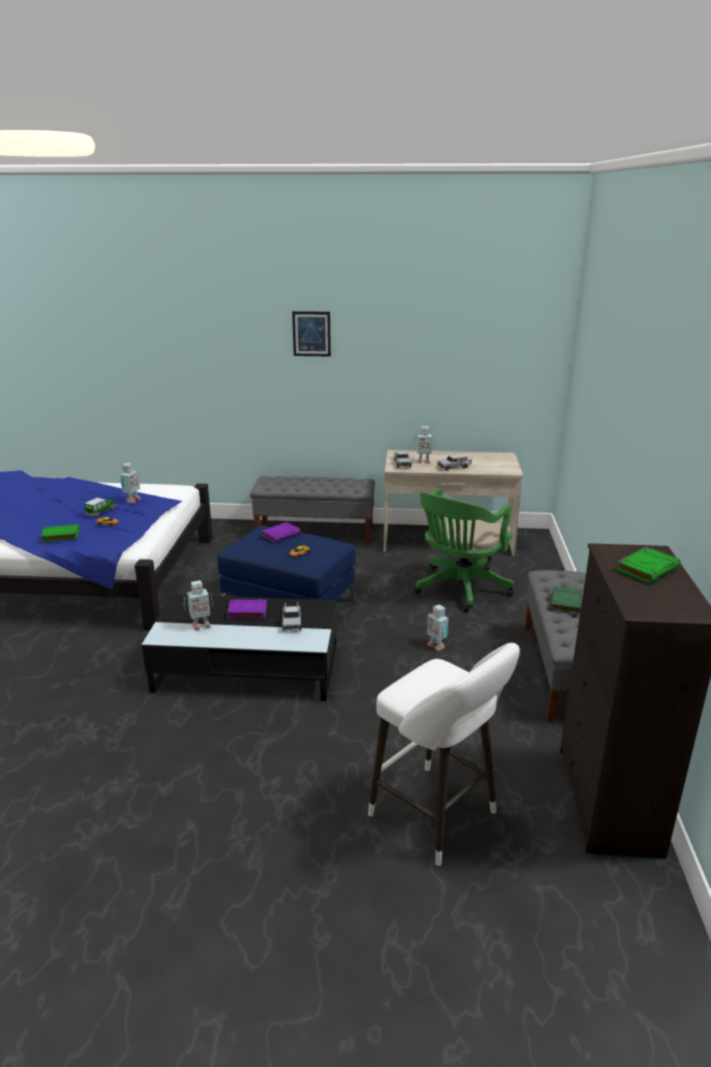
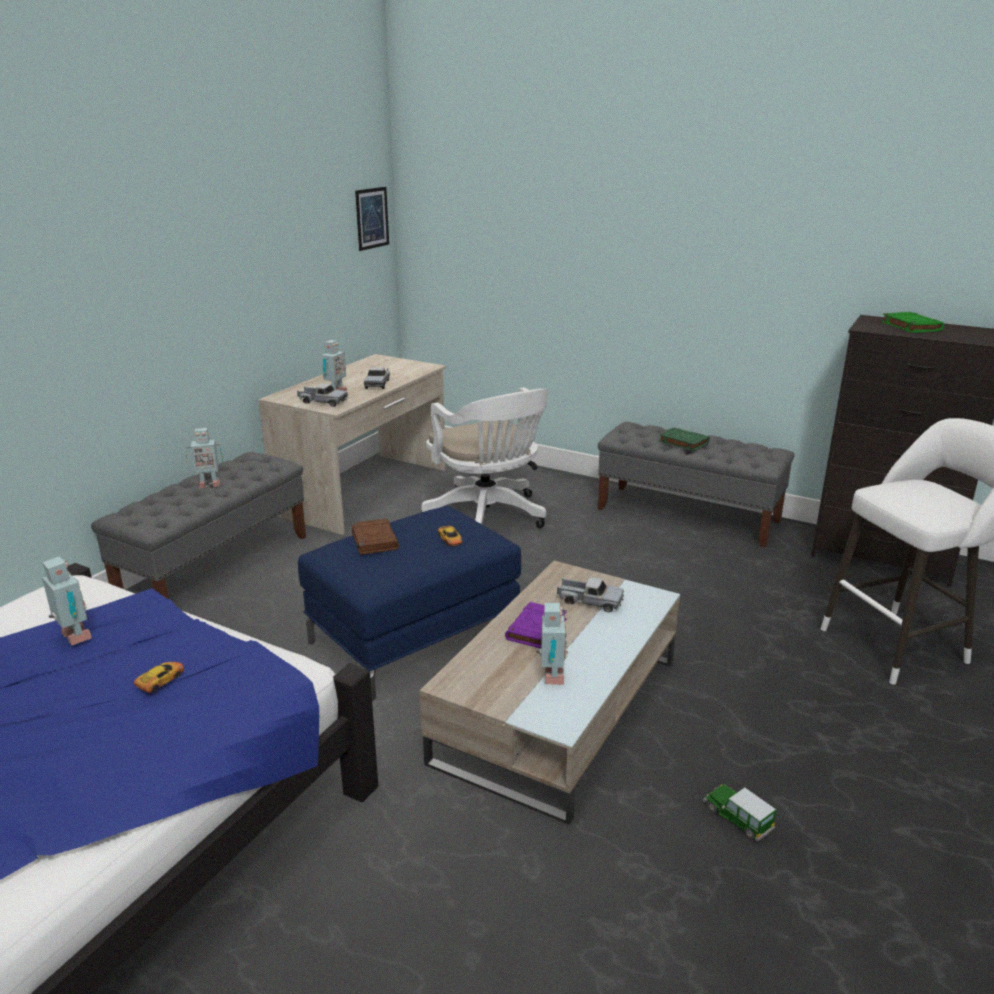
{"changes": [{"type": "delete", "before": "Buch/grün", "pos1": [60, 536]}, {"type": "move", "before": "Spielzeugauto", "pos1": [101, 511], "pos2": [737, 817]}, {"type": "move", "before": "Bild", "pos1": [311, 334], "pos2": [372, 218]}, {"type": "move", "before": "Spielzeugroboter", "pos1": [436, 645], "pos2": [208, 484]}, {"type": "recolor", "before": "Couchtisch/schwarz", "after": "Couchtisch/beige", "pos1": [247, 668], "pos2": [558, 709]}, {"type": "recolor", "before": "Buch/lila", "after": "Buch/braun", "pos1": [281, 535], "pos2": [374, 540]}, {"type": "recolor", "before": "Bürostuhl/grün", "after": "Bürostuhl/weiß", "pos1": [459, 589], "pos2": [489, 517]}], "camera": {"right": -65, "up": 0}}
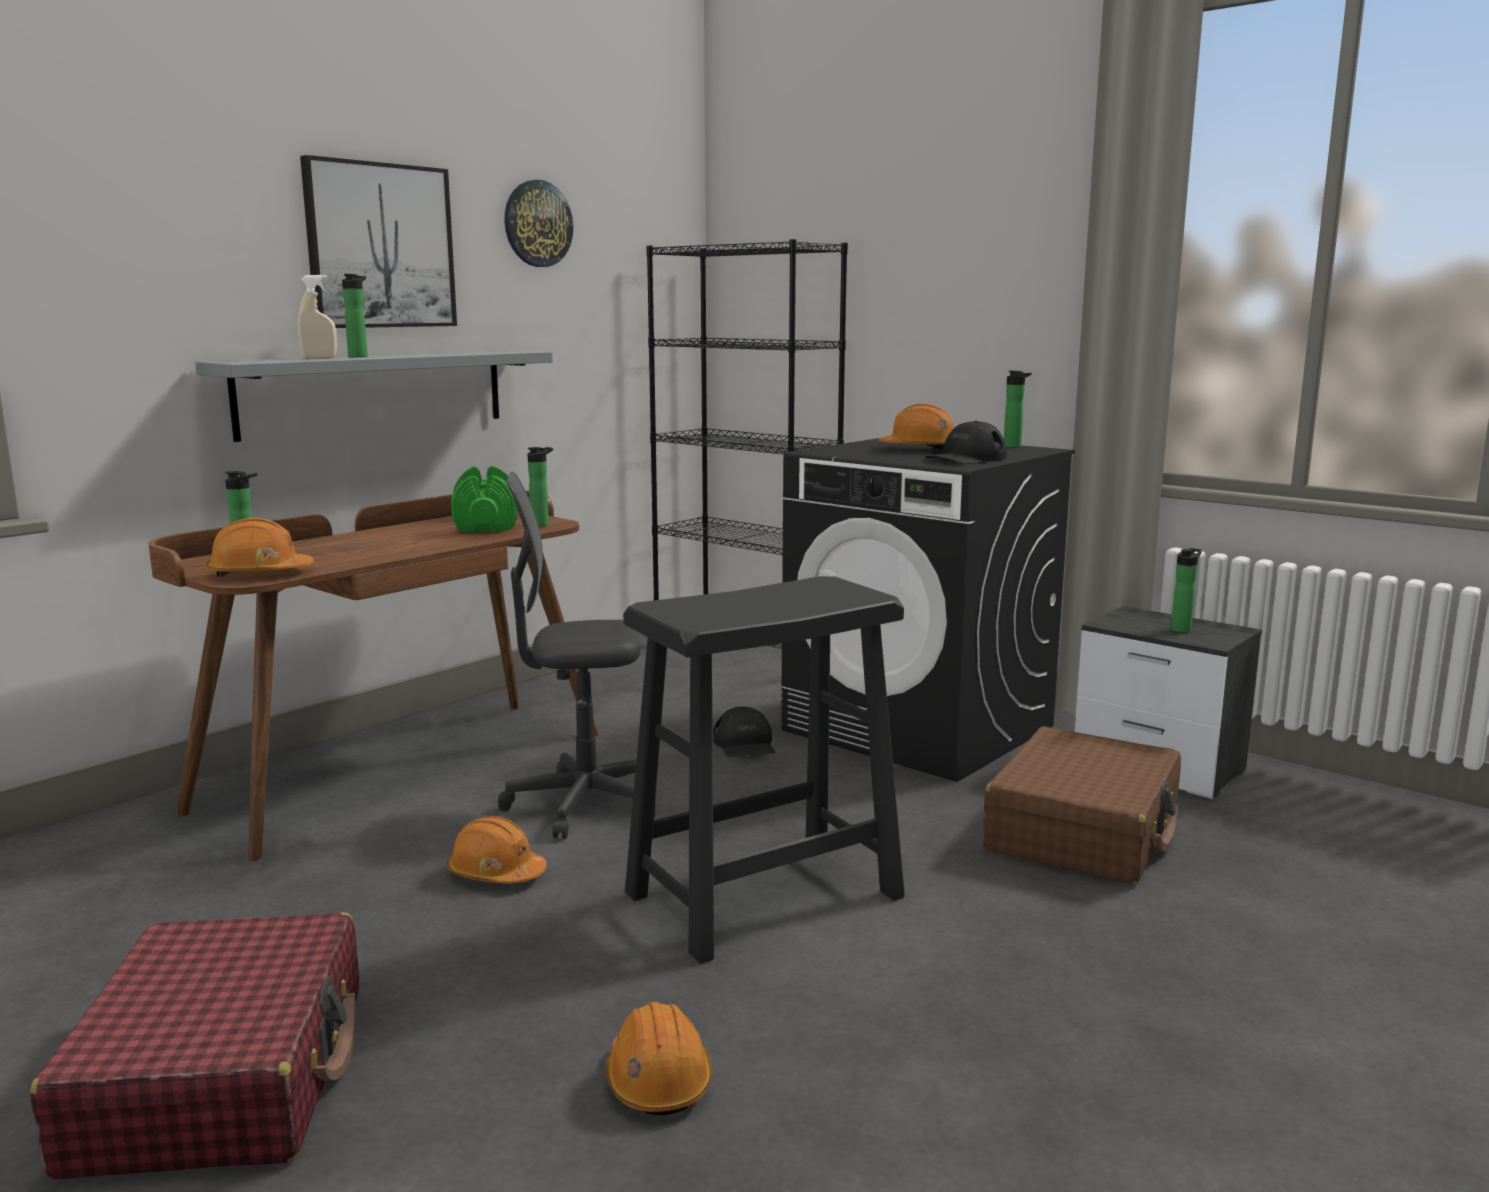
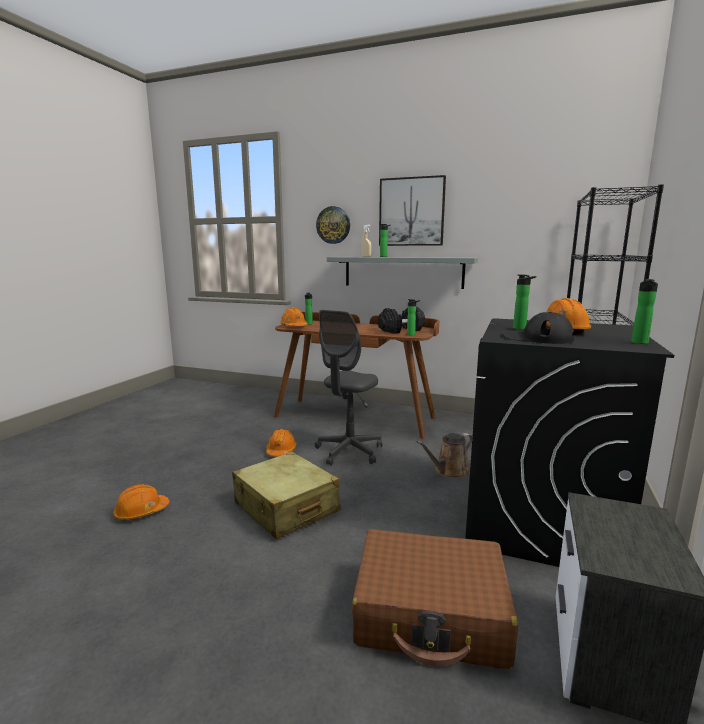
{"changes": [{"type": "delete", "before": "Koffer/rot", "pos1": [224, 1076]}, {"type": "move", "before": "Wanduhr", "pos1": [537, 224], "pos2": [333, 225]}, {"type": "move", "before": "Flasche", "pos1": [1182, 629], "pos2": [521, 328]}, {"type": "replace", "before": "Hocker/schwarz", "after": "Koffer/beige", "pos1": [766, 895], "pos2": [286, 507]}, {"type": "replace", "before": "Kappe/schwarz", "after": "Gießkanne/braun", "pos1": [745, 744], "pos2": [449, 471]}, {"type": "recolor", "before": "Hantel/grün", "after": "Hantel/schwarz", "pos1": [486, 524], "pos2": [401, 330]}, {"type": "rotate", "before": "Bürostuhl/grau", "pos1": [583, 804], "pos2": [349, 451], "turn": -120}], "camera": {"right": 70, "up": 0}}
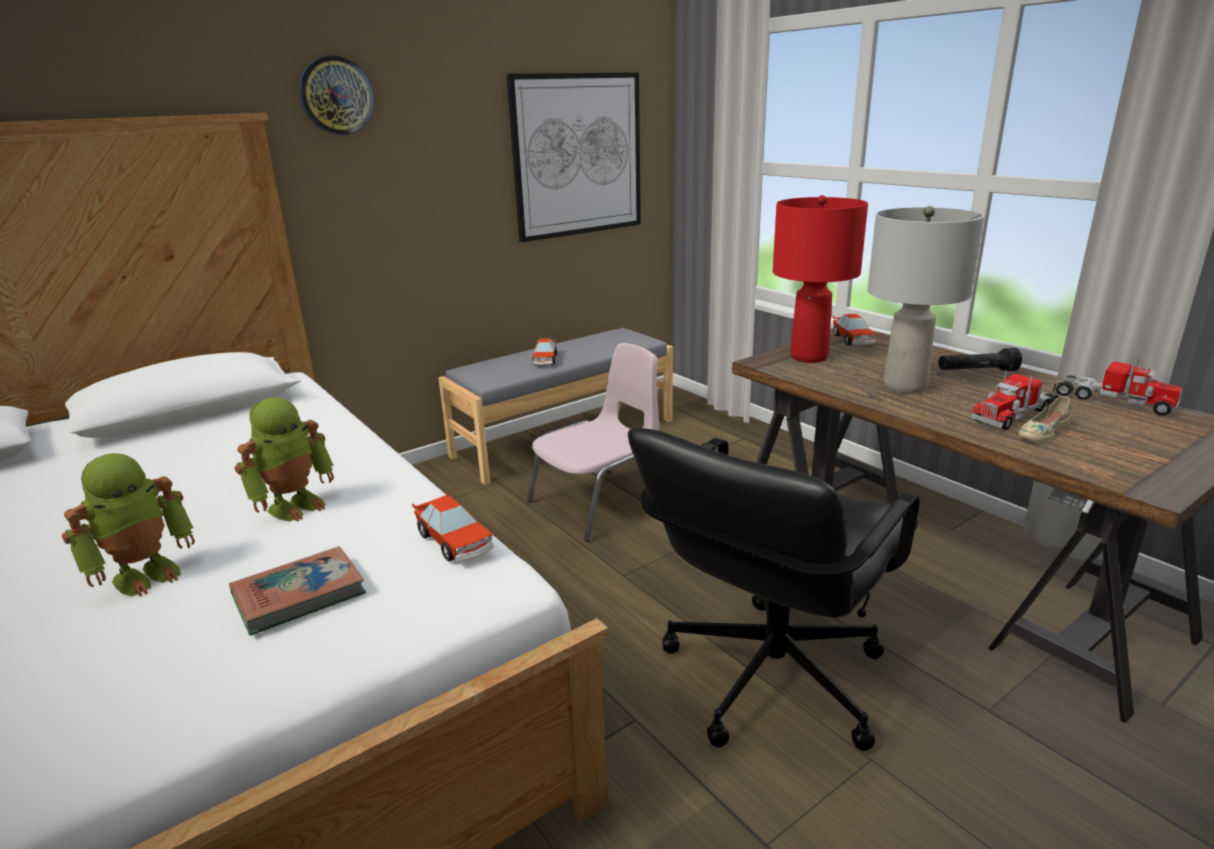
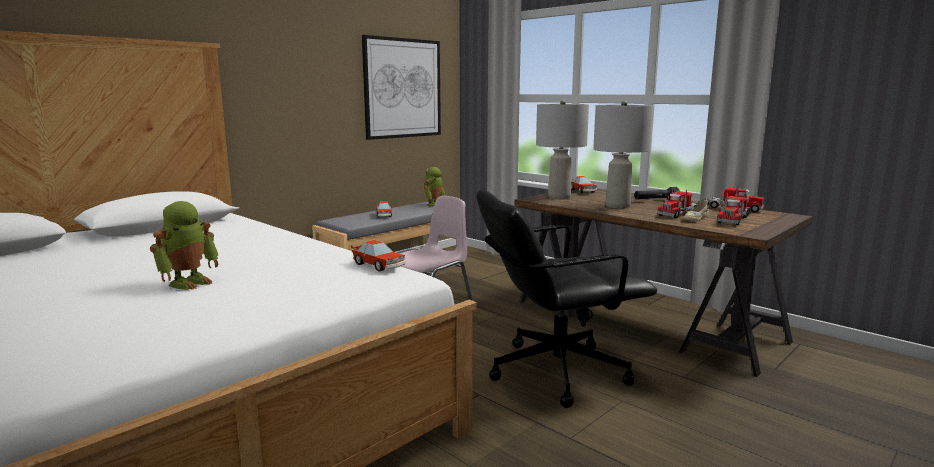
{"changes": [{"type": "delete", "before": "Buch", "pos1": [299, 595]}, {"type": "delete", "before": "Wanduhr", "pos1": [336, 96]}, {"type": "insert", "after": "Spielzeuglaster", "pos2": [733, 219]}, {"type": "move", "before": "Spielzeugroboter", "pos1": [295, 505], "pos2": [434, 205]}, {"type": "recolor", "before": "Tischlampe/rot", "after": "Tischlampe/grau", "pos1": [809, 357], "pos2": [559, 197]}, {"type": "rotate", "before": "Bürostuhl/schwarz", "pos1": [769, 676], "pos2": [556, 371], "turn": 45}], "camera": {"right": -10, "up": -10}}
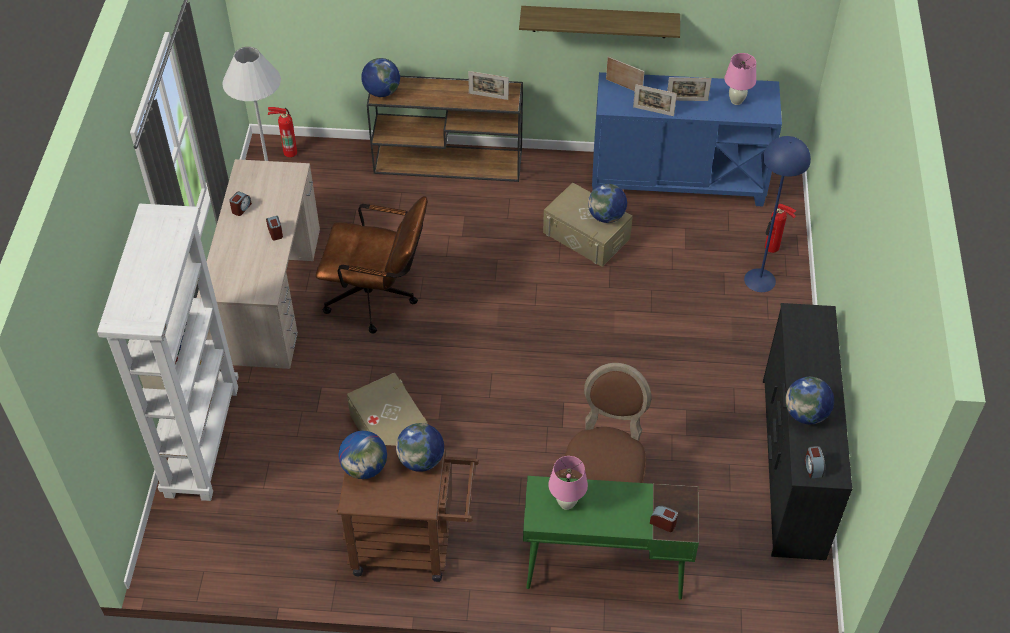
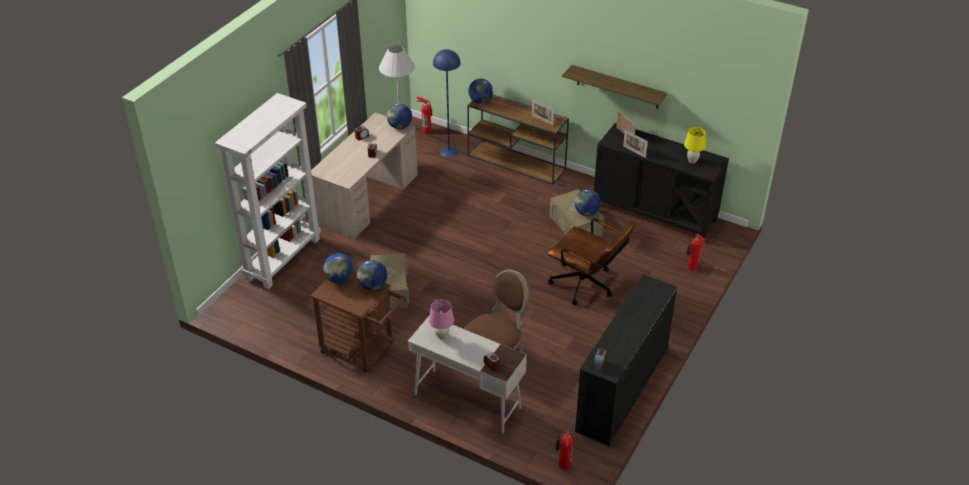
{"changes": [{"type": "delete", "before": "Bilderrahmen", "pos1": [687, 100]}, {"type": "insert", "after": "Feuerlöscher", "pos2": [563, 465]}, {"type": "move", "before": "Bürostuhl/braun", "pos1": [378, 298], "pos2": [587, 286]}, {"type": "move", "before": "Stehlampe/blau", "pos1": [760, 280], "pos2": [449, 151]}, {"type": "move", "before": "Globus", "pos1": [805, 414], "pos2": [400, 126]}, {"type": "recolor", "before": "Schreibtisch/grün", "after": "Schreibtisch/weiß", "pos1": [604, 568], "pos2": [467, 400]}, {"type": "recolor", "before": "Schrank/blau", "after": "Schrank/schwarz", "pos1": [677, 180], "pos2": [655, 212]}, {"type": "recolor", "before": "Tischlampe/rosa", "after": "Tischlampe/gelb", "pos1": [736, 101], "pos2": [692, 161]}], "camera": {"right": 25, "up": -10}}
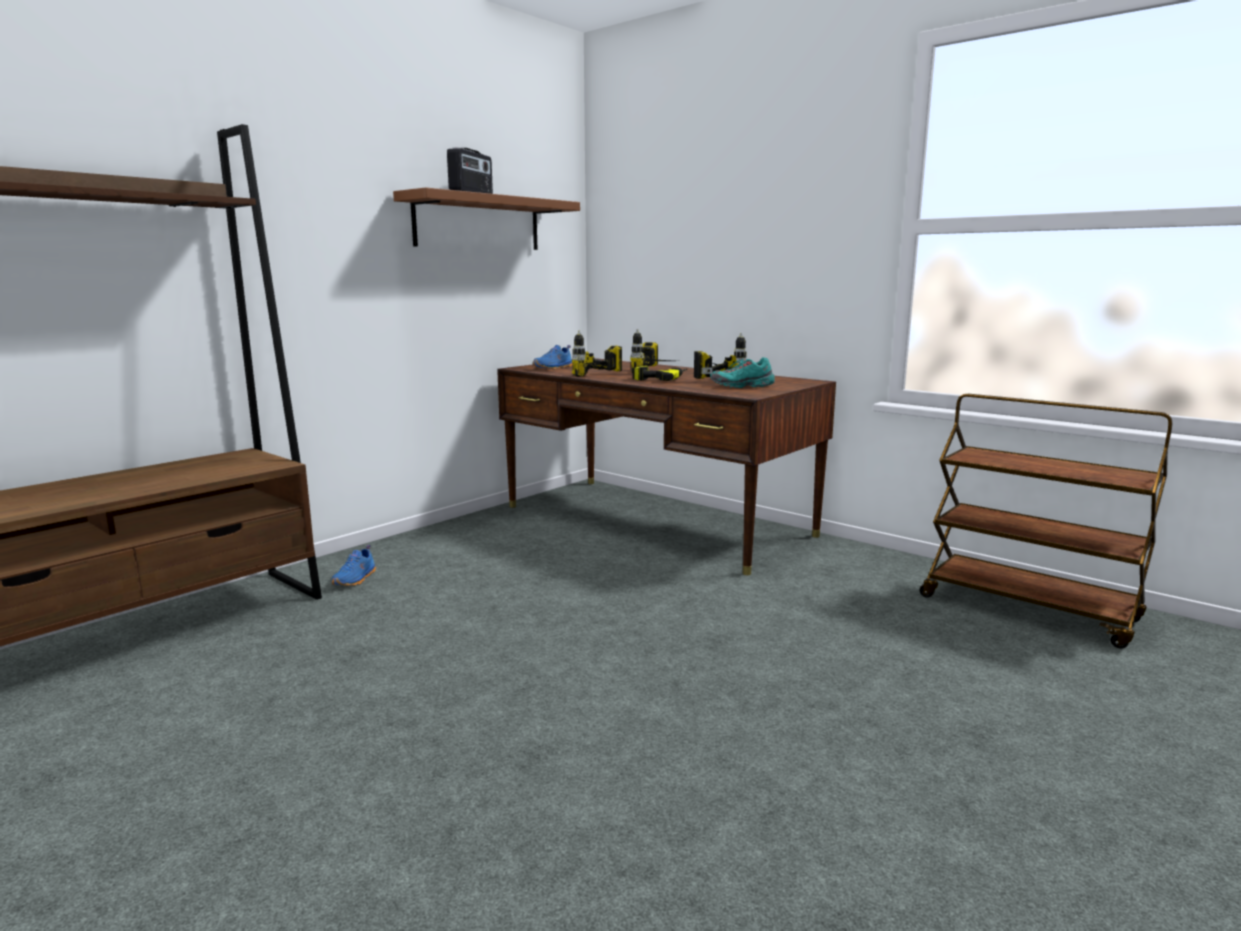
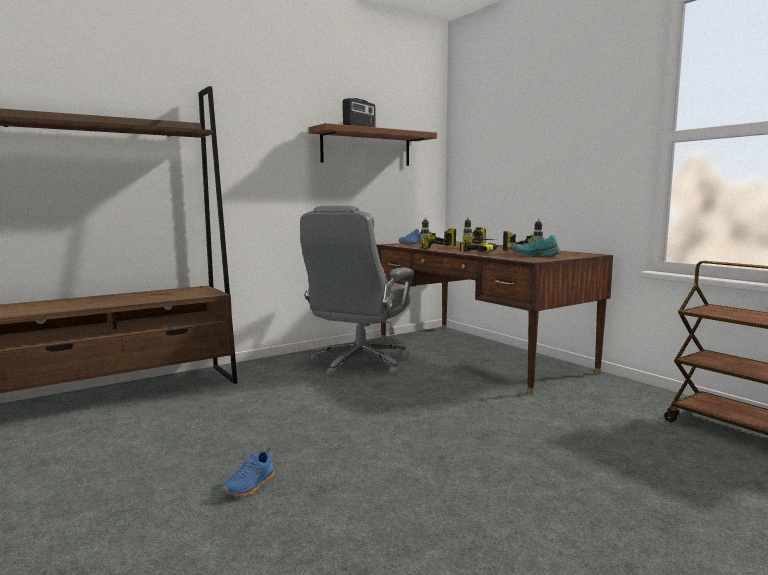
{"changes": [{"type": "insert", "after": "Bürostuhl/grau", "pos2": [359, 363]}, {"type": "move", "before": "Schuh/blau", "pos1": [356, 579], "pos2": [250, 486]}], "camera": {"right": 15, "up": -5}}
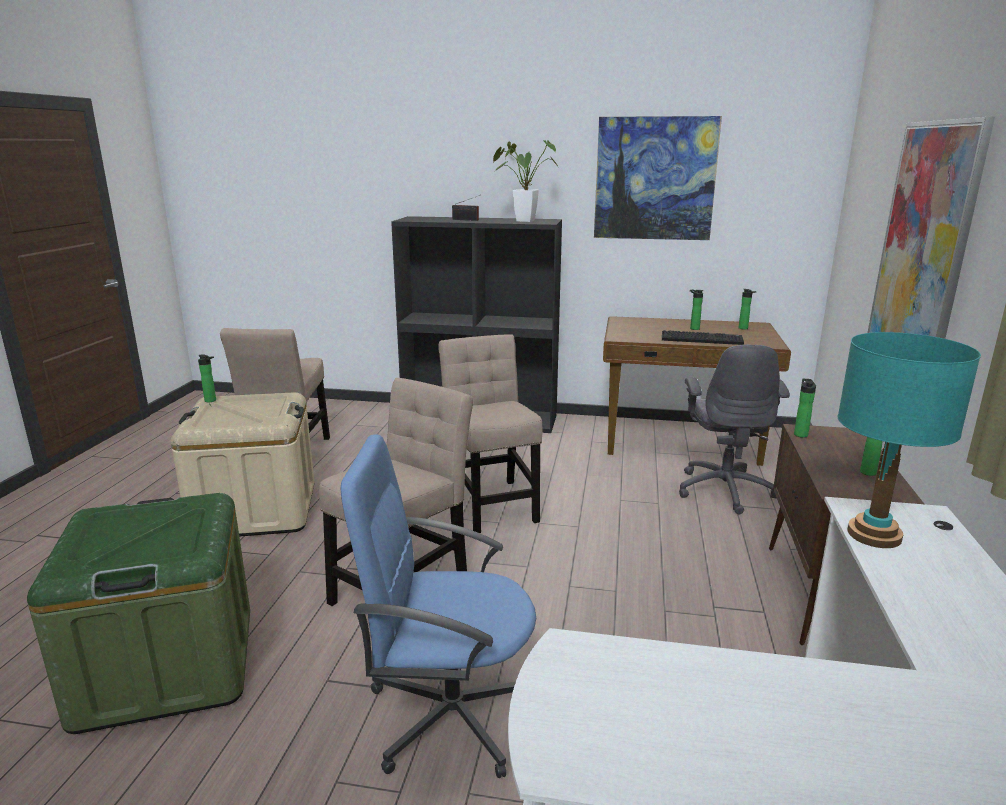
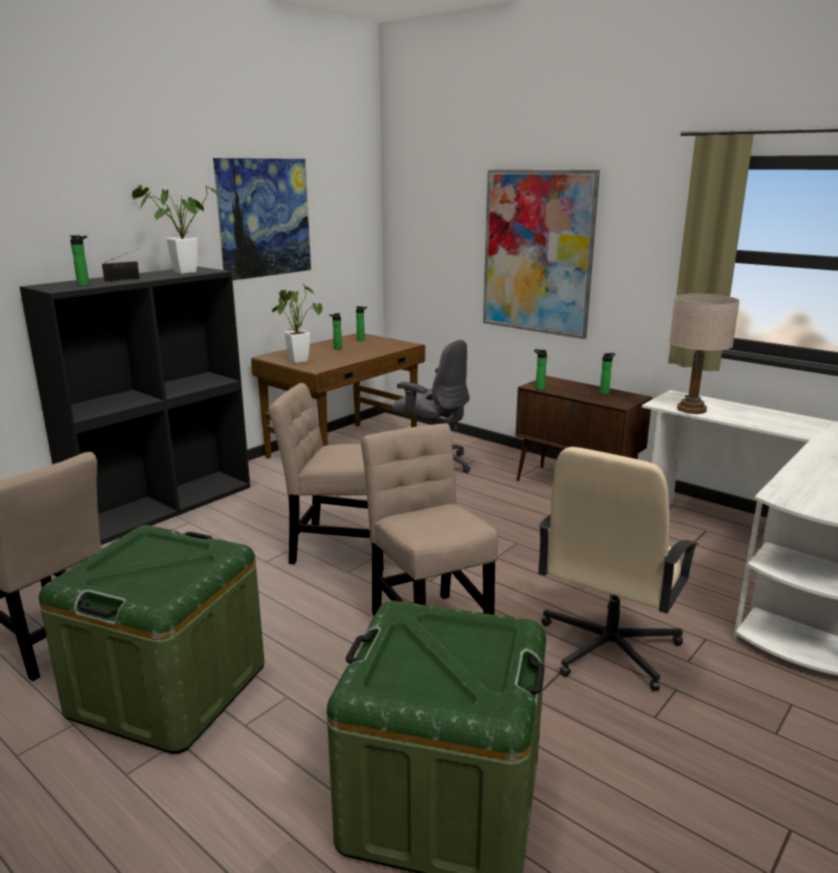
{"changes": [{"type": "delete", "before": "Tastatur", "pos1": [702, 339]}, {"type": "insert", "after": "Topfpflanze", "pos2": [297, 360]}, {"type": "move", "before": "Flasche", "pos1": [211, 401], "pos2": [85, 285]}, {"type": "recolor", "before": "Aufbewahrungsbox/beige", "after": "Aufbewahrungsbox/grün", "pos1": [255, 510], "pos2": [168, 690]}, {"type": "recolor", "before": "Bürostuhl/blau", "after": "Bürostuhl/beige", "pos1": [449, 713], "pos2": [607, 648]}, {"type": "recolor", "before": "Tischlampe/türkis", "after": "Tischlampe/beige", "pos1": [874, 535], "pos2": [691, 409]}], "camera": {"right": -60, "up": 0}}
